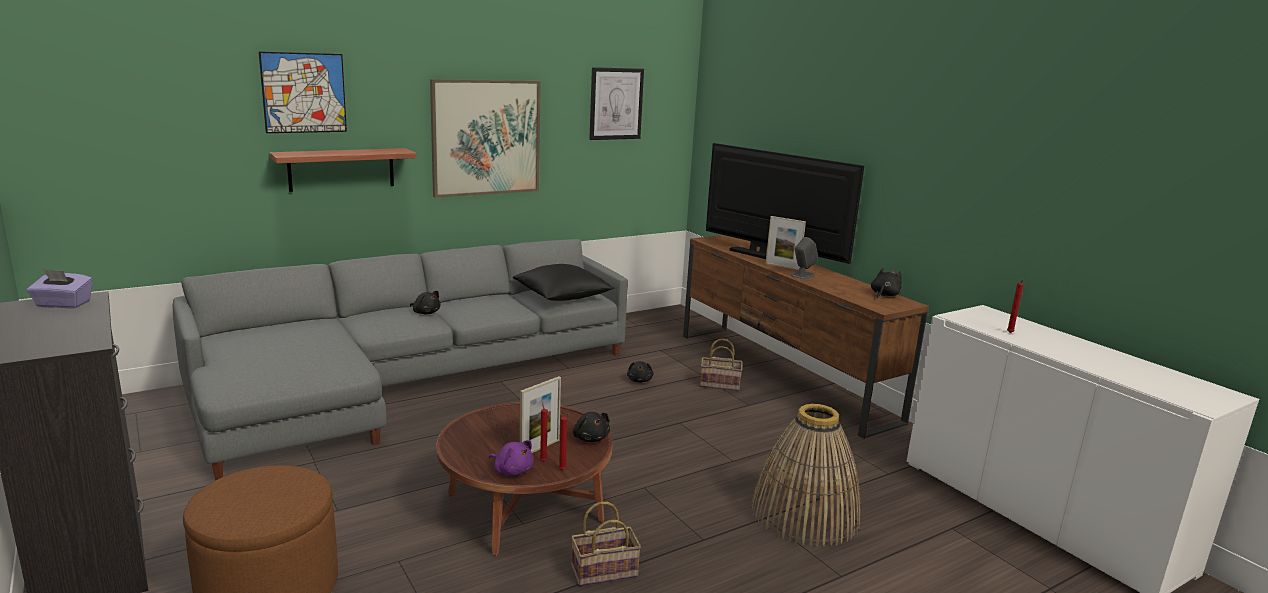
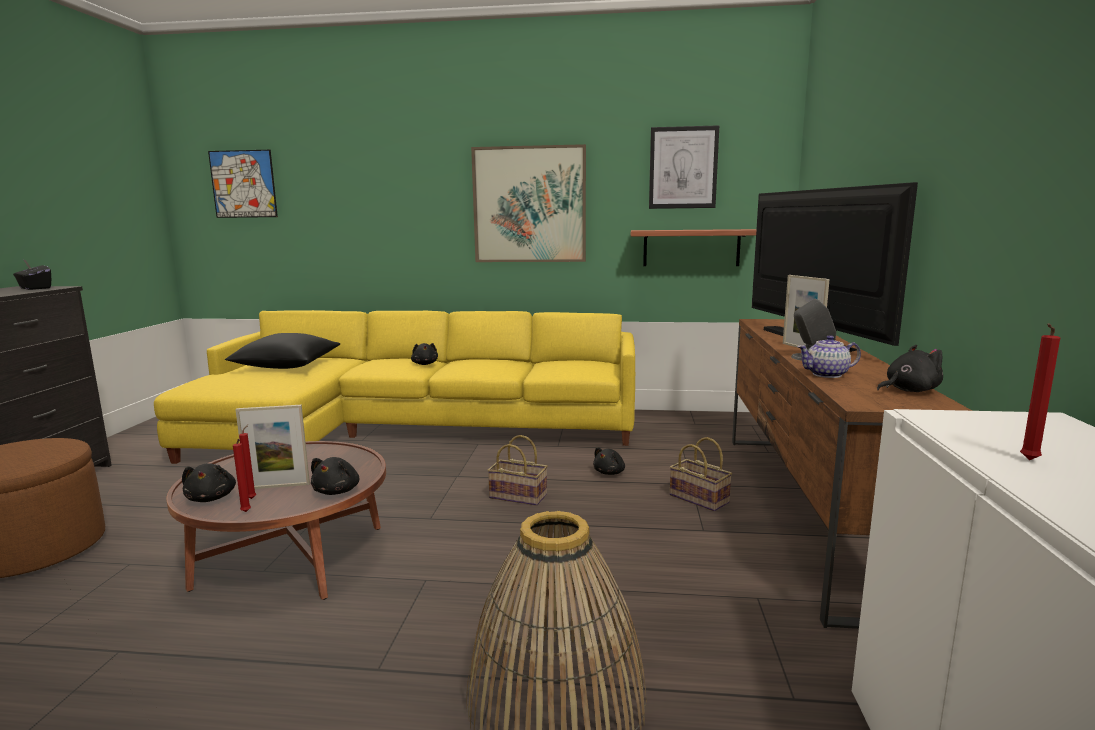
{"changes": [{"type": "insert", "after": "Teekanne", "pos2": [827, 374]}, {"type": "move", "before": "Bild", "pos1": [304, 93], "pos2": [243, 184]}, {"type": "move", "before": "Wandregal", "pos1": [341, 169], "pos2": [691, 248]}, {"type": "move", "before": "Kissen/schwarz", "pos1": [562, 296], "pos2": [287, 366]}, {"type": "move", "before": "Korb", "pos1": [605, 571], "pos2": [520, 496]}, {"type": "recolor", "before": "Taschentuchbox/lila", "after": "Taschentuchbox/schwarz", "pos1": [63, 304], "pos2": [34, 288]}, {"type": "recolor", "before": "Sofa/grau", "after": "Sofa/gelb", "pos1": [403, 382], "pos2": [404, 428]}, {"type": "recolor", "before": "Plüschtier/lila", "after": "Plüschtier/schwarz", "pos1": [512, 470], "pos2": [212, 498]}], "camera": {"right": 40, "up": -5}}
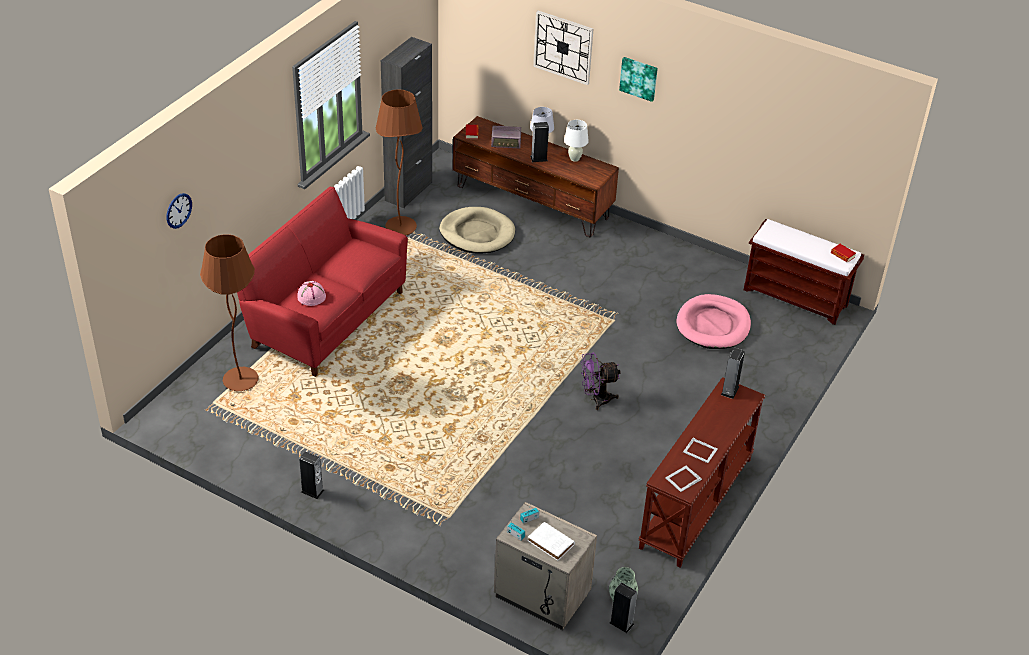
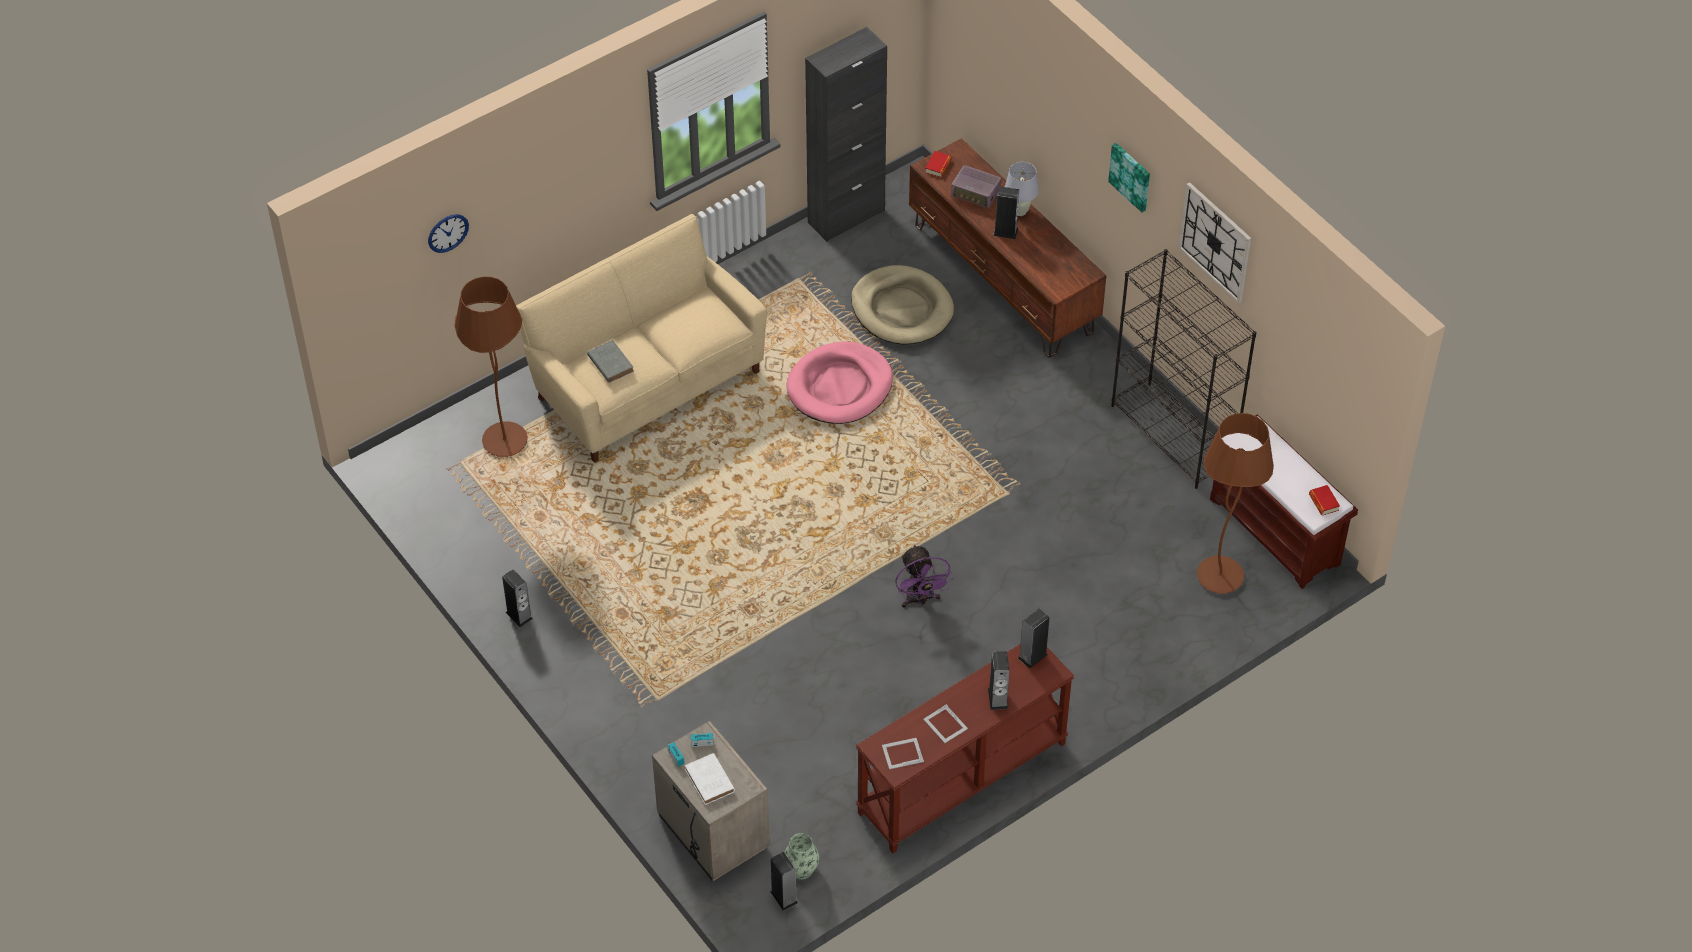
{"changes": [{"type": "delete", "before": "Tischlampe/weiß", "pos1": [574, 159]}, {"type": "insert", "after": "Lautsprecher", "pos2": [998, 698]}, {"type": "insert", "after": "Bücherregal/schwarz", "pos2": [1173, 435]}, {"type": "move", "before": "Stehlampe/braun", "pos1": [401, 227], "pos2": [1220, 576]}, {"type": "move", "before": "Wanduhr", "pos1": [563, 47], "pos2": [1215, 242]}, {"type": "move", "before": "Hundebett/rosa", "pos1": [713, 325], "pos2": [840, 387]}, {"type": "replace", "before": "Hut/rosa", "after": "Buch/grau", "pos1": [311, 296], "pos2": [610, 363]}, {"type": "recolor", "before": "Sofa/rot", "after": "Sofa/beige", "pos1": [326, 318], "pos2": [647, 382]}, {"type": "rotate", "before": "Ventilator/lila", "pos1": [596, 399], "pos2": [920, 599], "turn": -120}], "camera": {"right": 25, "up": 10}}
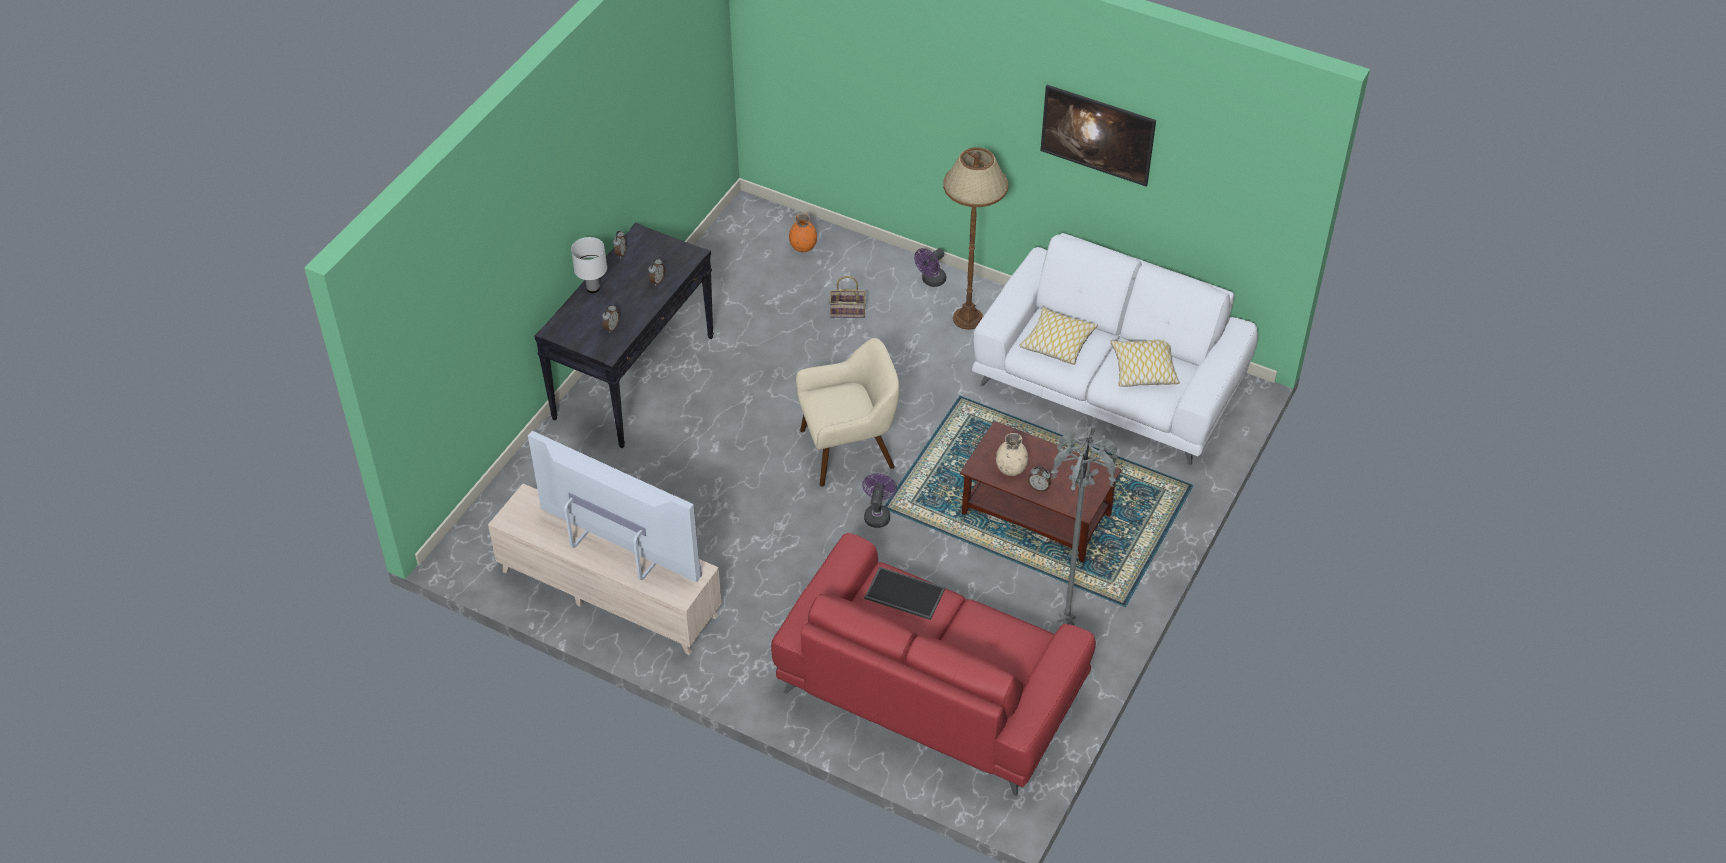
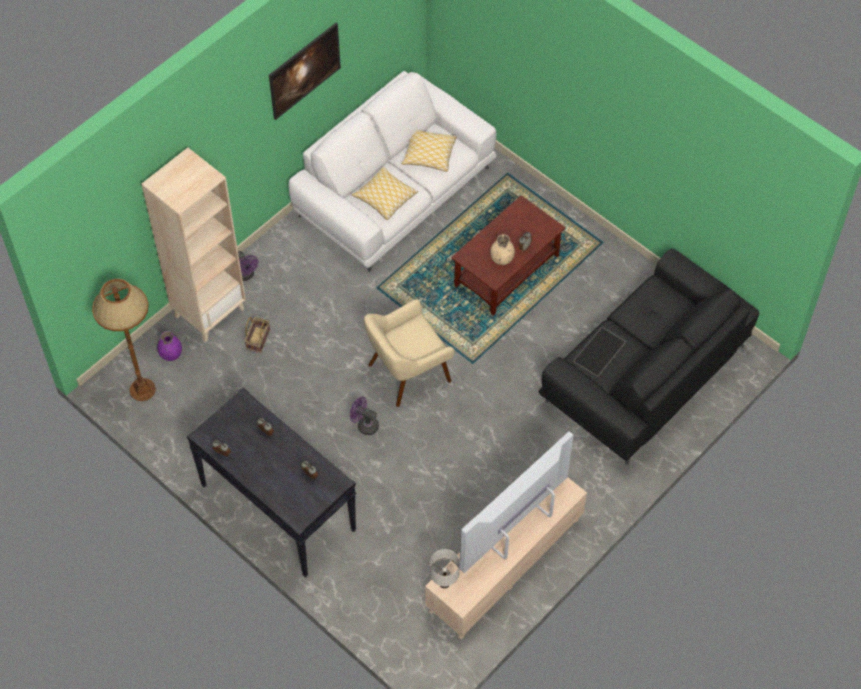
{"changes": [{"type": "delete", "before": "Stehlampe/grau", "pos1": [1064, 622]}, {"type": "insert", "after": "Bücherregal/beige", "pos2": [209, 312]}, {"type": "move", "before": "Tischlampe/weiß", "pos1": [593, 288], "pos2": [444, 582]}, {"type": "move", "before": "Ventilator/lila", "pos1": [877, 514], "pos2": [364, 425]}, {"type": "move", "before": "Stehlampe/braun", "pos1": [968, 318], "pos2": [142, 389]}, {"type": "recolor", "before": "Sofa/rot", "after": "Sofa/schwarz", "pos1": [930, 688], "pos2": [644, 373]}, {"type": "recolor", "before": "Vase/orange", "after": "Vase/lila", "pos1": [803, 247], "pos2": [171, 354]}, {"type": "rotate", "before": "Sessel/beige", "pos1": [849, 450], "pos2": [407, 372], "turn": -120}], "camera": {"right": -75, "up": 10}}
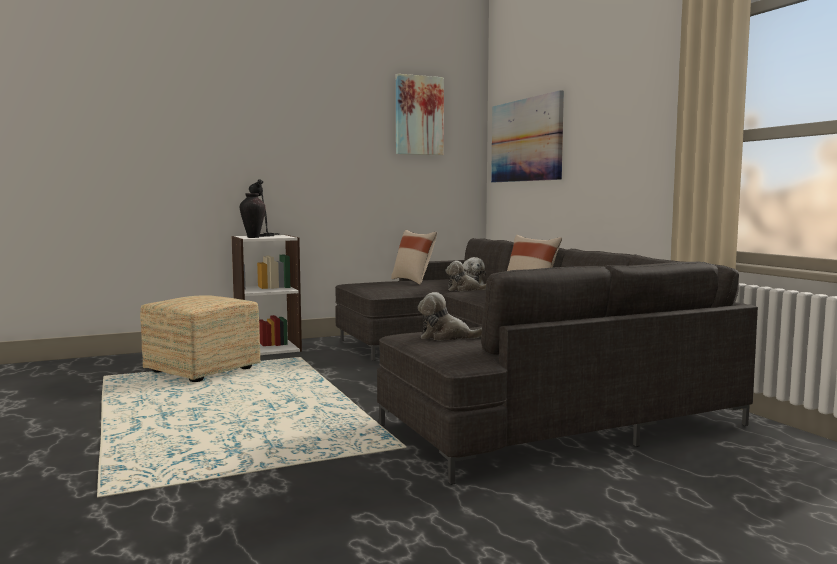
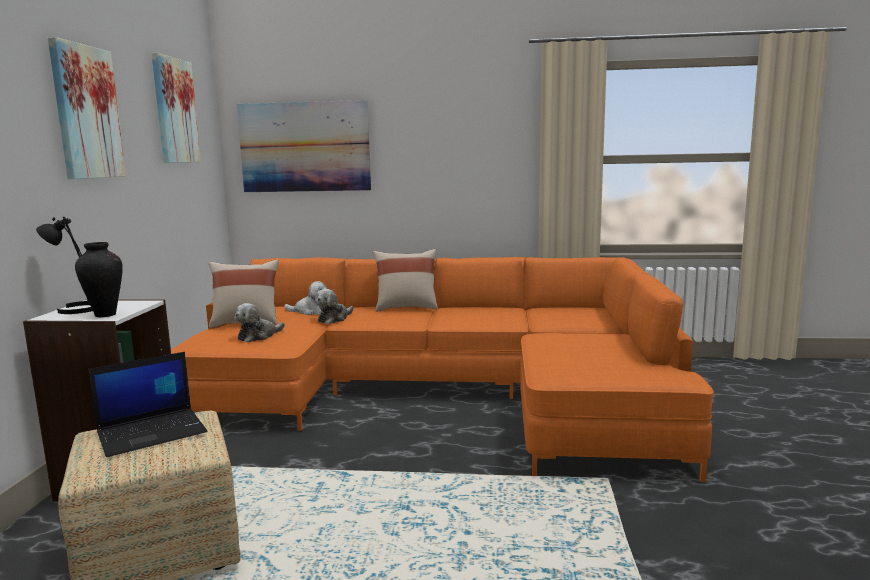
{"changes": [{"type": "insert", "after": "Bild", "pos2": [86, 112]}, {"type": "insert", "after": "Laptop", "pos2": [153, 432]}, {"type": "move", "before": "Plüschtier", "pos1": [446, 337], "pos2": [258, 336]}, {"type": "recolor", "before": "Sofa/grau", "after": "Sofa/orange", "pos1": [502, 378], "pos2": [443, 394]}], "camera": {"right": -60, "up": 5}}
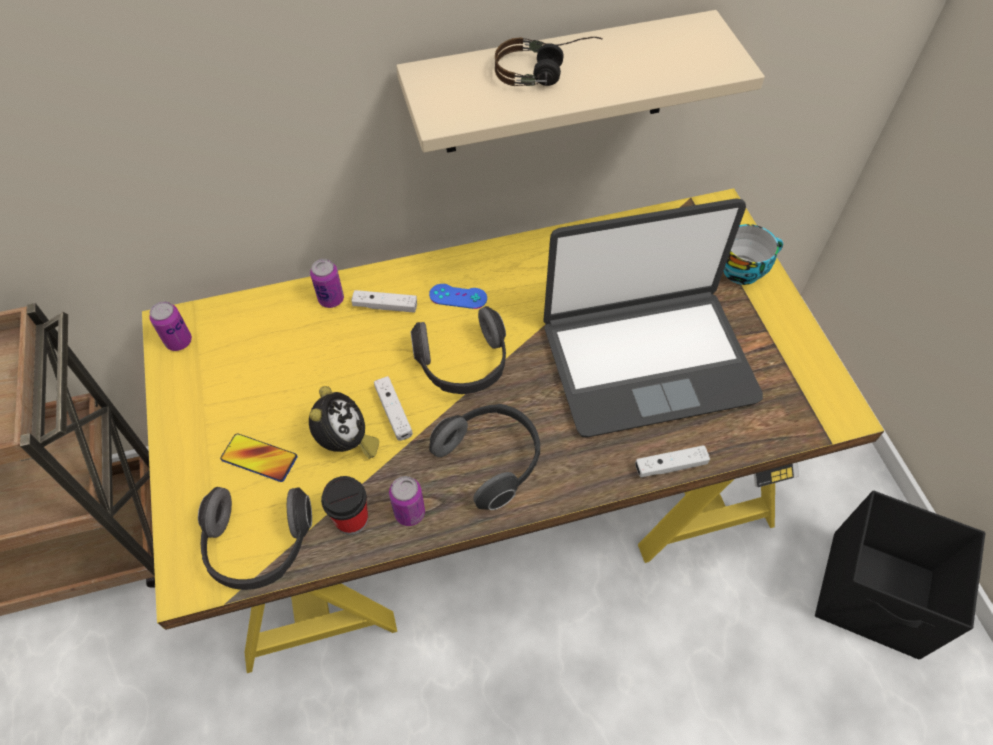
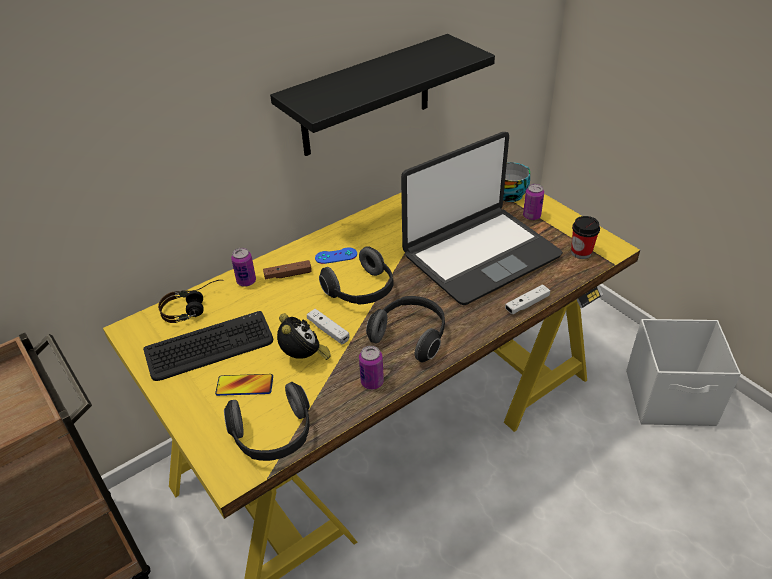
{"changes": [{"type": "insert", "after": "Tastatur", "pos2": [210, 347]}, {"type": "move", "before": "Dose", "pos1": [179, 341], "pos2": [531, 216]}, {"type": "move", "before": "Tasse", "pos1": [351, 519], "pos2": [581, 252]}, {"type": "move", "before": "Kopfhörer", "pos1": [546, 73], "pos2": [195, 308]}, {"type": "recolor", "before": "Gamepad/weiß", "after": "Gamepad/braun", "pos1": [385, 306], "pos2": [288, 275]}, {"type": "recolor", "before": "Wandregal/beige", "after": "Wandregal/schwarz", "pos1": [557, 85], "pos2": [366, 97]}, {"type": "recolor", "before": "Aufbewahrungsbox/schwarz", "after": "Aufbewahrungsbox/weiß", "pos1": [875, 596], "pos2": [671, 399]}], "camera": {"right": -20, "up": -15}}
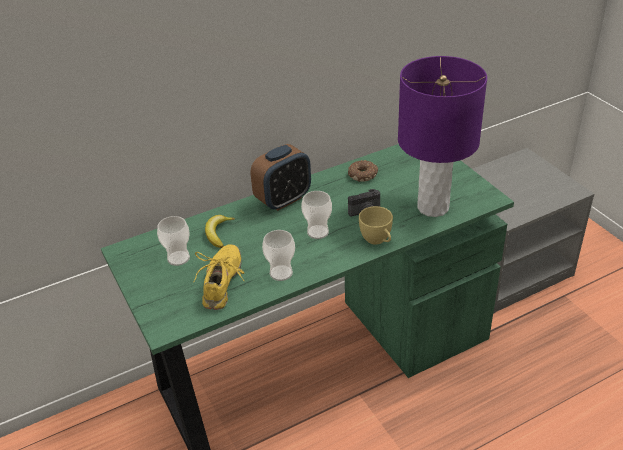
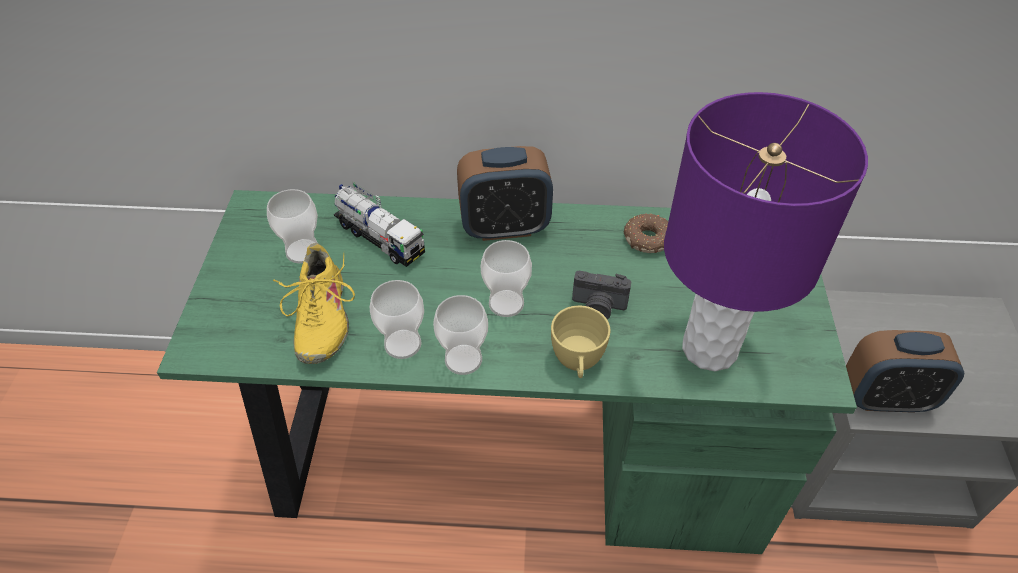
{"changes": [{"type": "insert", "after": "Tasse", "pos2": [463, 359]}, {"type": "insert", "after": "Wecker", "pos2": [885, 398]}, {"type": "replace", "before": "Banane", "after": "Spielzeuglaster", "pos1": [218, 233], "pos2": [380, 238]}, {"type": "rotate", "before": "Schuh/gelb", "pos1": [223, 283], "pos2": [320, 318], "turn": 135}], "camera": {"right": 30, "up": 10}}
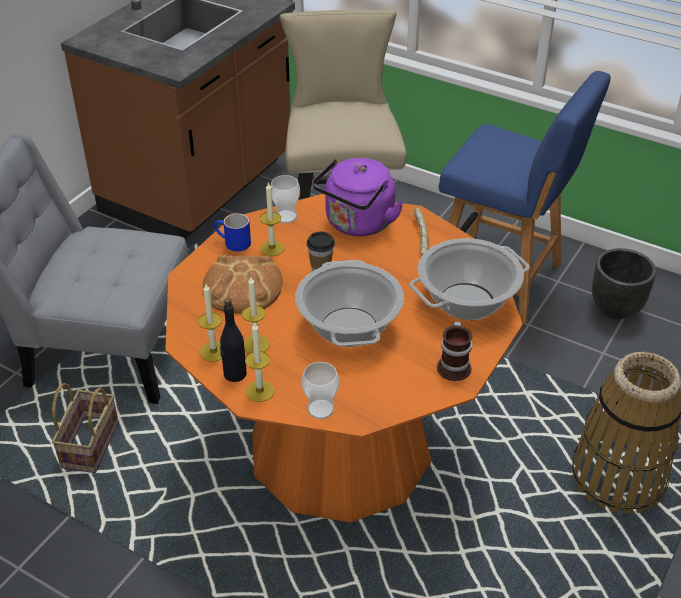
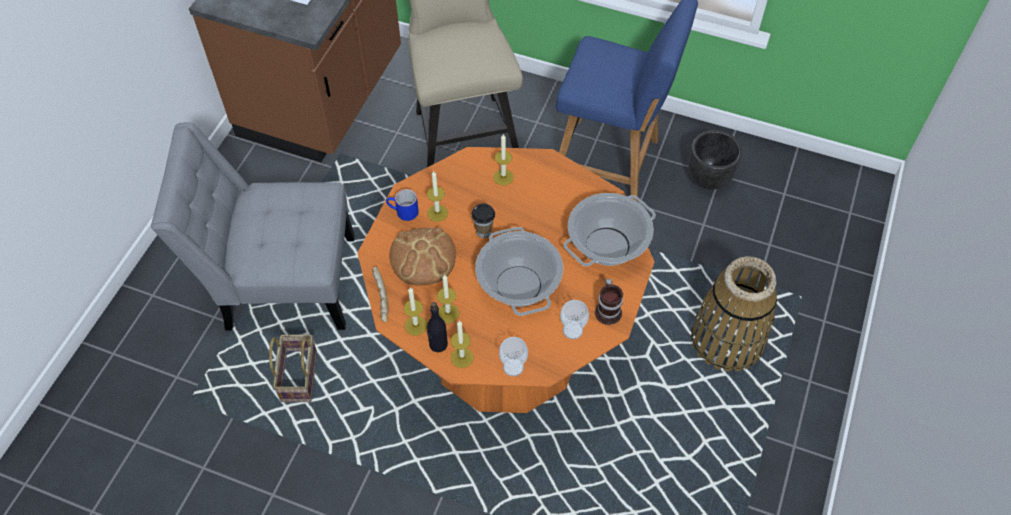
{"changes": [{"type": "move", "before": "Tasse", "pos1": [286, 217], "pos2": [572, 330]}, {"type": "move", "before": "Brot", "pos1": [419, 237], "pos2": [380, 297]}, {"type": "replace", "before": "Wasserkessel/lila", "after": "Kerze", "pos1": [357, 224], "pos2": [503, 177]}], "camera": {"right": -10, "up": 15}}
